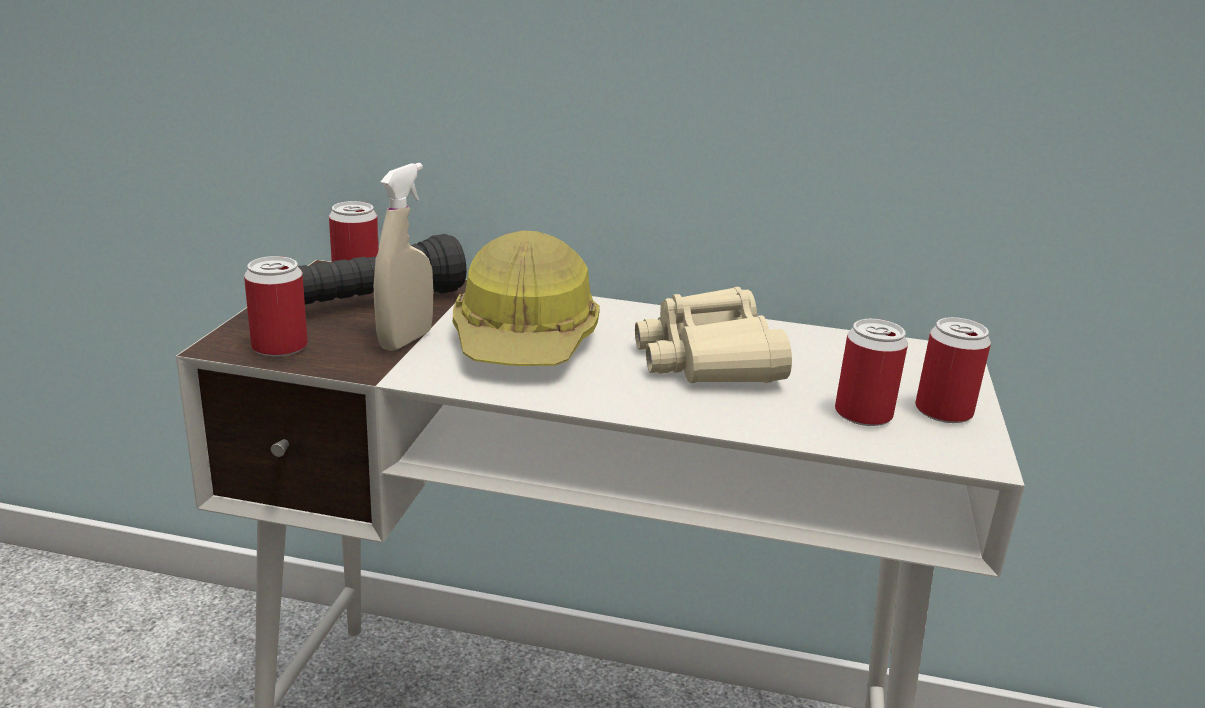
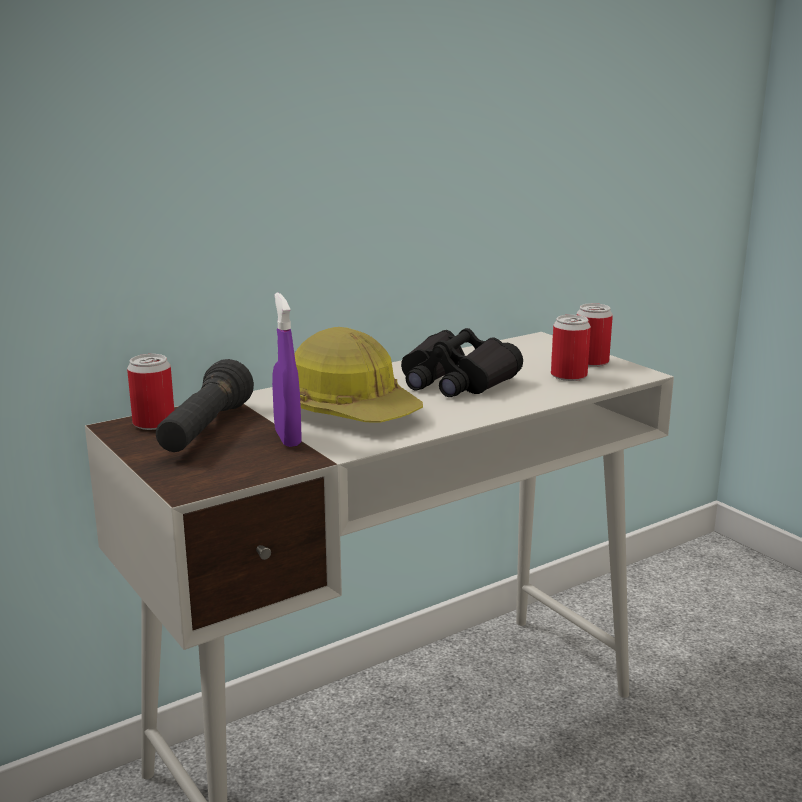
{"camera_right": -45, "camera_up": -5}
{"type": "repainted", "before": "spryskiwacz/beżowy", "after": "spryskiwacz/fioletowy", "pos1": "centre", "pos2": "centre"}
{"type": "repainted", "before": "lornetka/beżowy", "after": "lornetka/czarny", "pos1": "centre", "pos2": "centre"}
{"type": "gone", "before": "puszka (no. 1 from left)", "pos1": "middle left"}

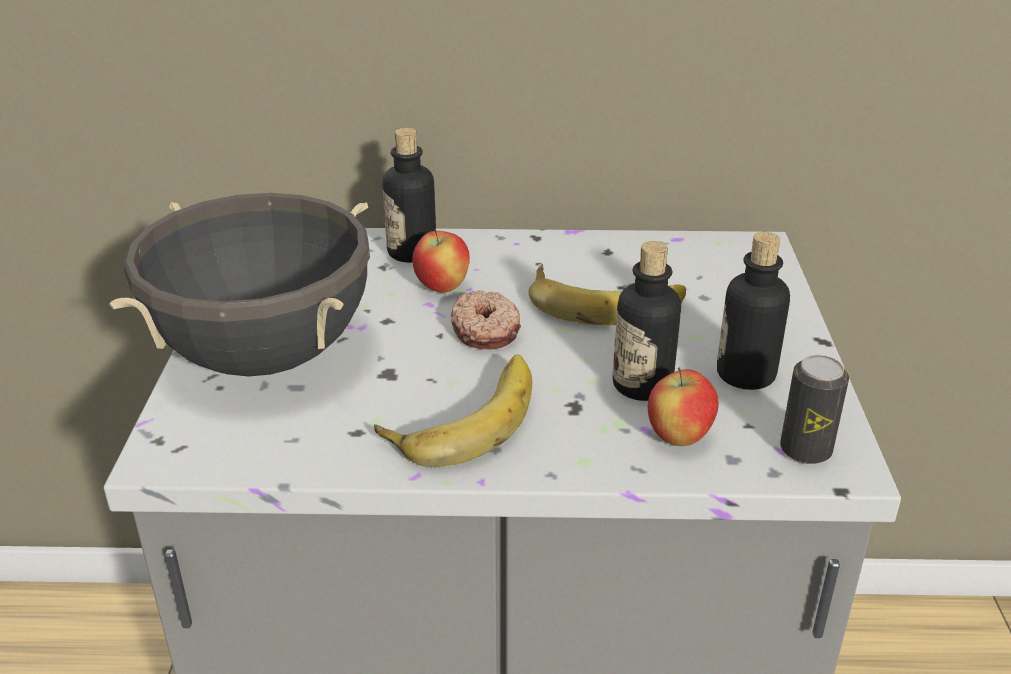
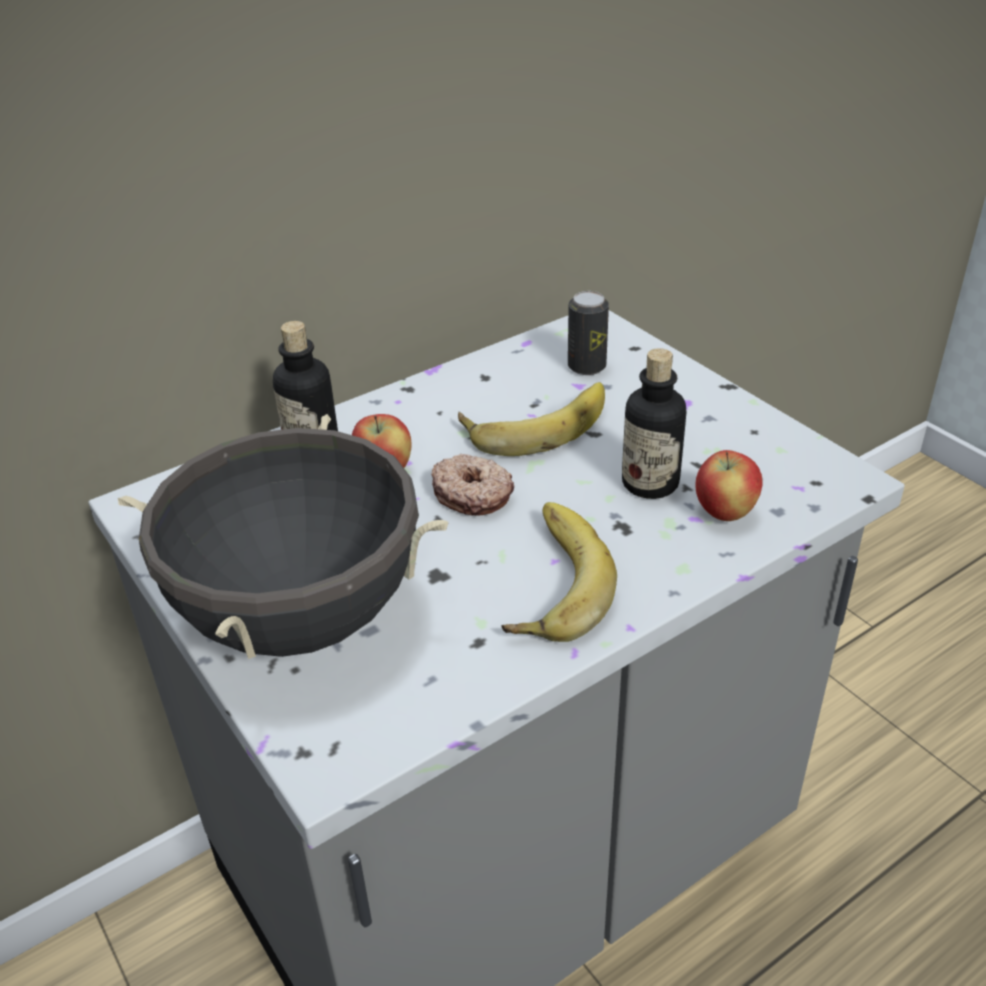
{"camera_right": -35, "camera_up": 5}
{"type": "shifted", "before": "puszka", "pos1": "middle right", "pos2": "centre"}
{"type": "gone", "before": "butelka (no. 3 from left)", "pos1": "middle right"}

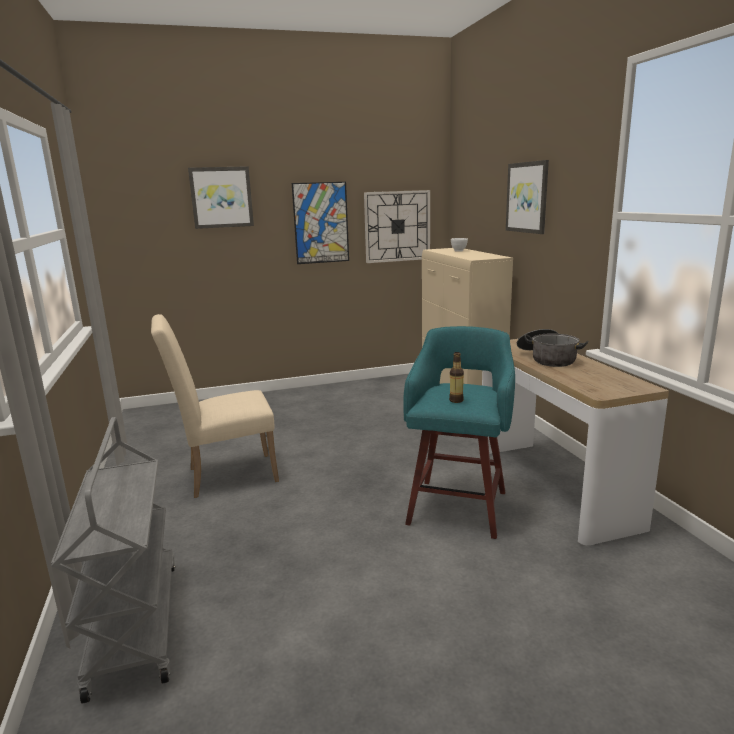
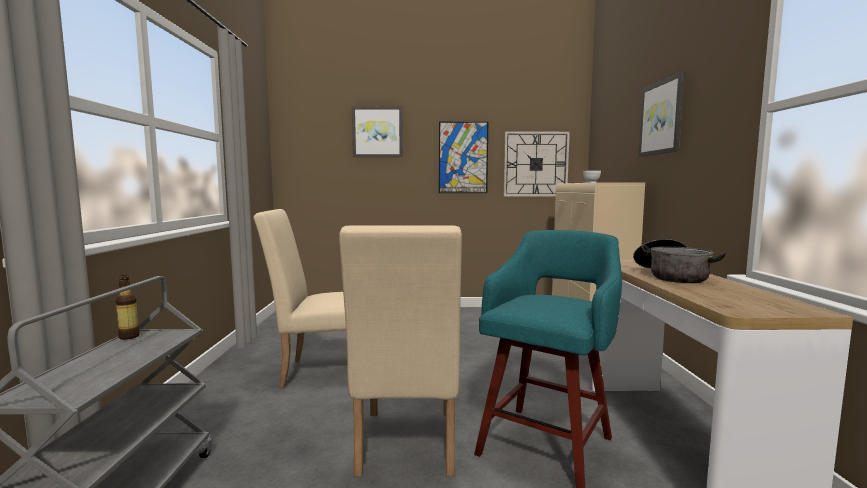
{"camera_right": 15, "camera_up": -10}
{"type": "shifted", "before": "butelka", "pos1": "centre", "pos2": "middle left"}
{"type": "new", "after": "krzesło/beżowy (no. 2 from left)", "pos2": "bottom centre"}

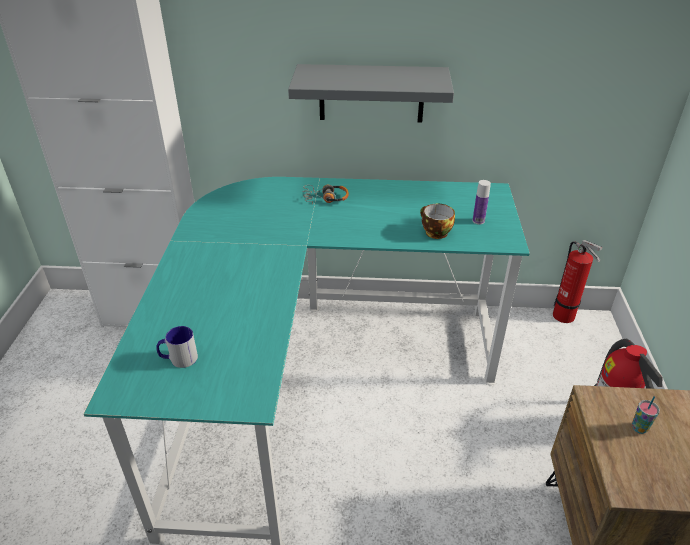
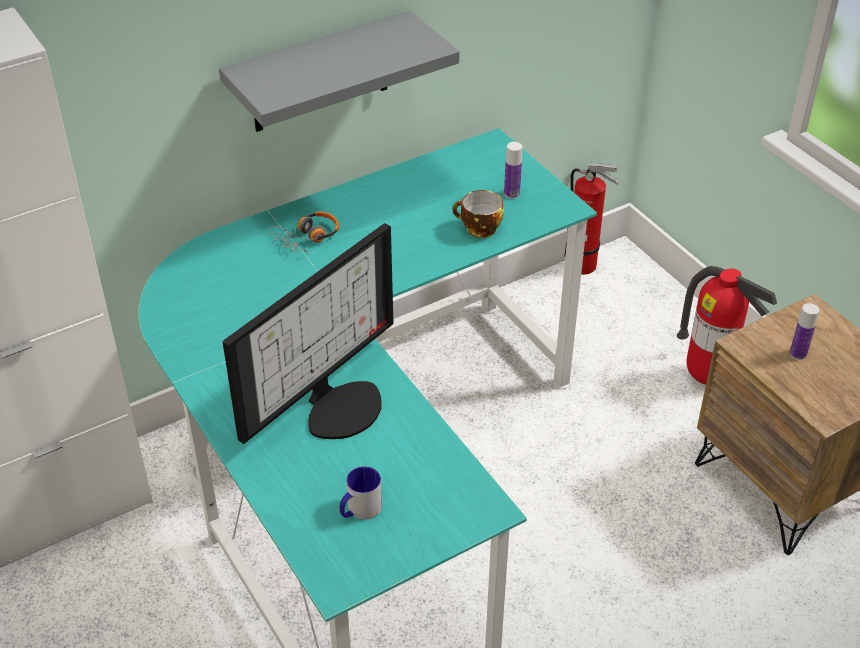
{"camera_right": -35, "camera_up": 5}
{"type": "new", "after": "monitor", "pos2": "centre"}
{"type": "swapped", "before": "filiżanka (no. 2 from left)", "after": "butelka (no. 2 from left)", "pos1": "bottom right", "pos2": "middle right"}

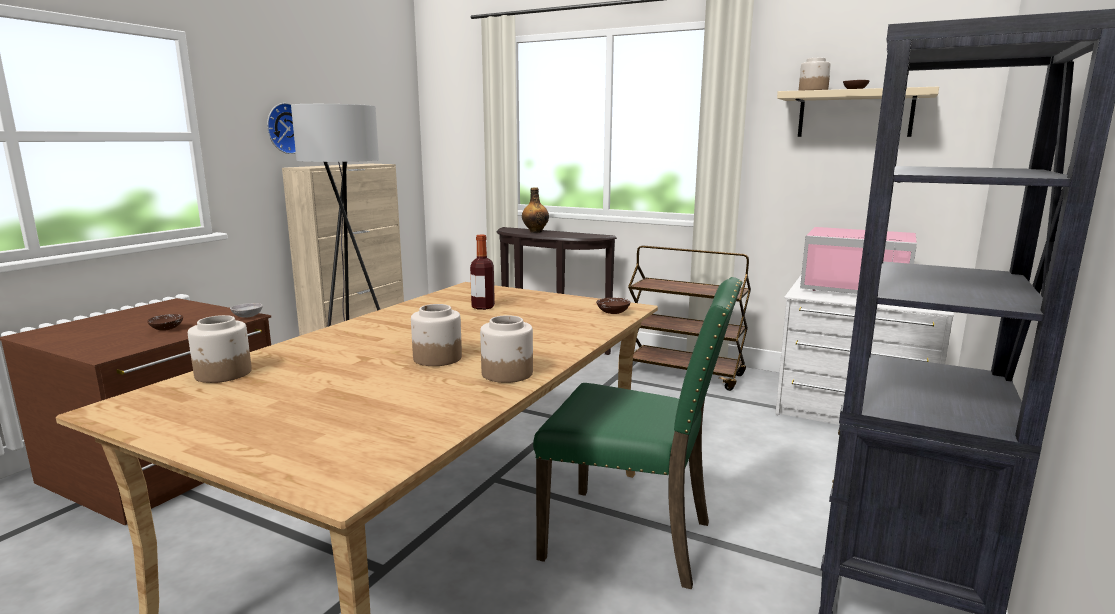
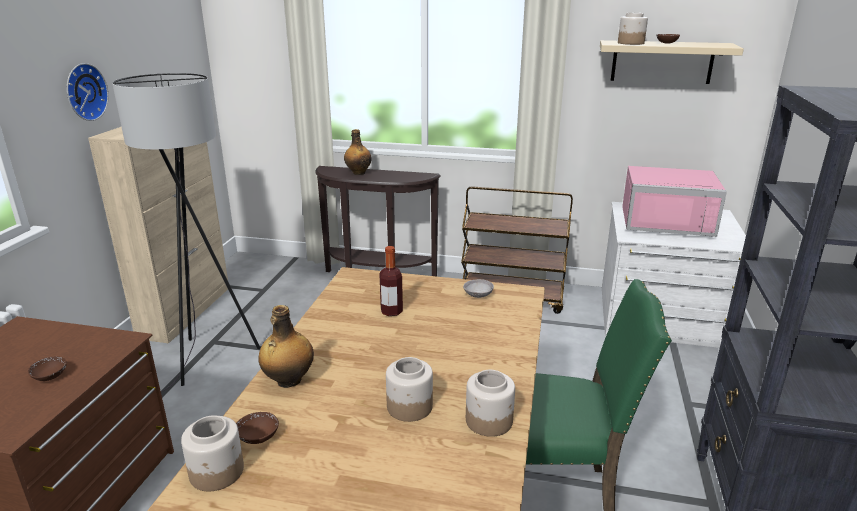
{"camera_right": -15, "camera_up": 10}
{"type": "shifted", "before": "miska/brązowy (no. 2 from left)", "pos1": "centre", "pos2": "bottom left"}
{"type": "new", "after": "butelka (no. 1 from left)", "pos2": "bottom centre"}
{"type": "shifted", "before": "miska/szary", "pos1": "middle left", "pos2": "centre"}

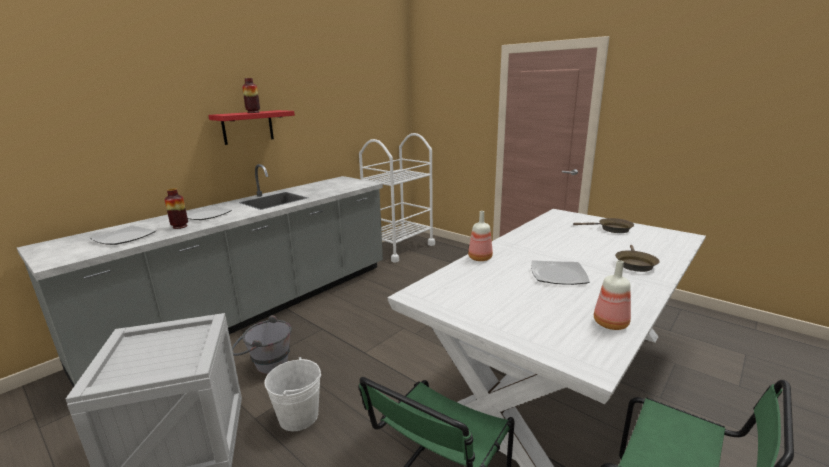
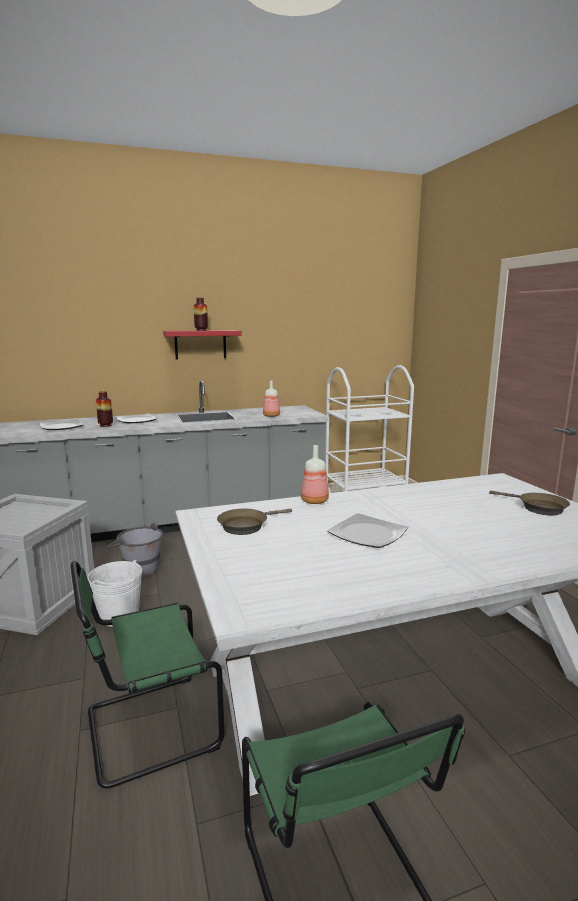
{"camera_right": 30, "camera_up": -5}
{"type": "shifted", "before": "patelnia/brązowy (no. 2 from left in the first image)", "after": "patelnia/brązowy (no. 1 from left)", "pos1": "middle right", "pos2": "centre"}
{"type": "shifted", "before": "butelka (no. 2 from left in the first image)", "after": "butelka (no. 1 from left)", "pos1": "middle right", "pos2": "centre"}

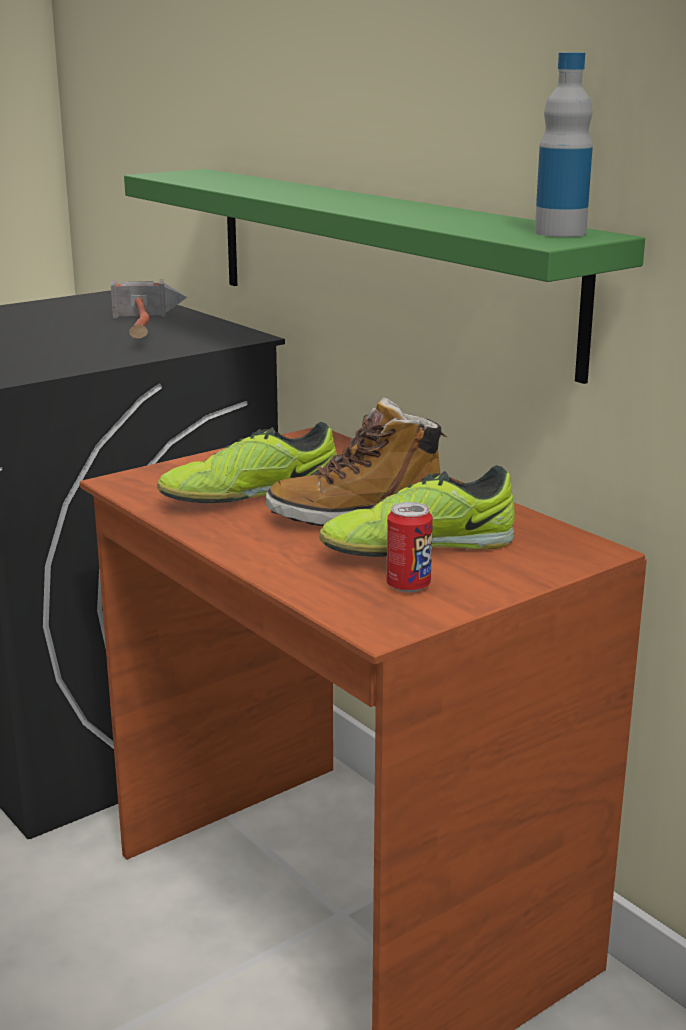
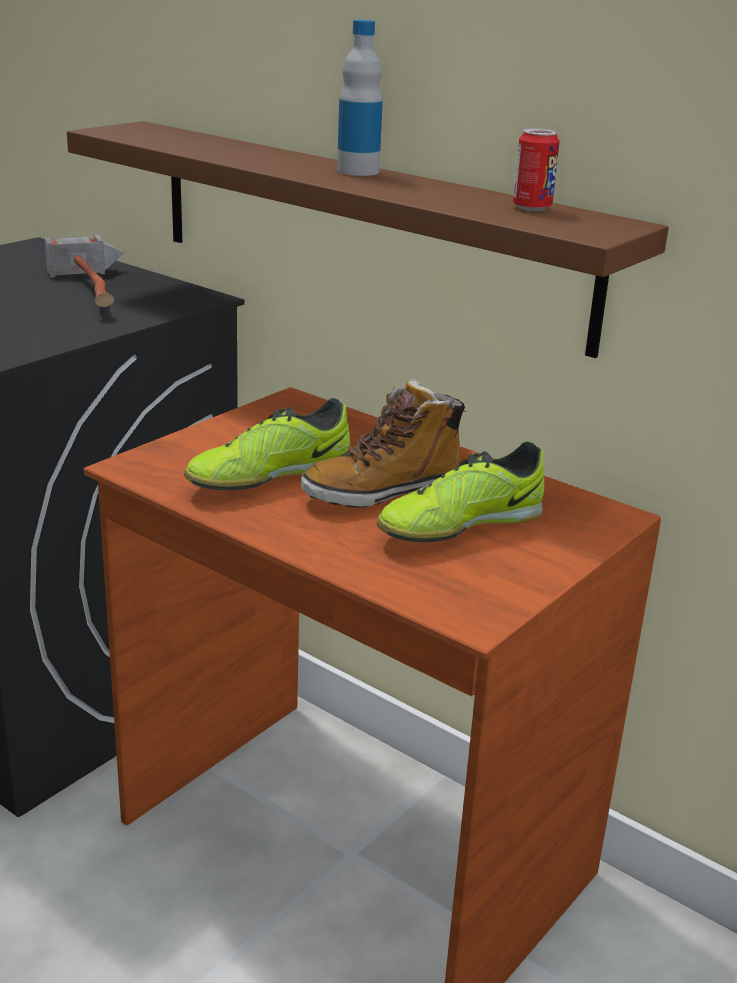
{"camera_right": -15, "camera_up": 5}
{"type": "repainted", "before": "półka/zielony", "after": "półka/brązowy", "pos1": "top centre", "pos2": "top centre"}
{"type": "shifted", "before": "butelka", "pos1": "top right", "pos2": "top centre"}
{"type": "shifted", "before": "puszka", "pos1": "centre", "pos2": "top right"}

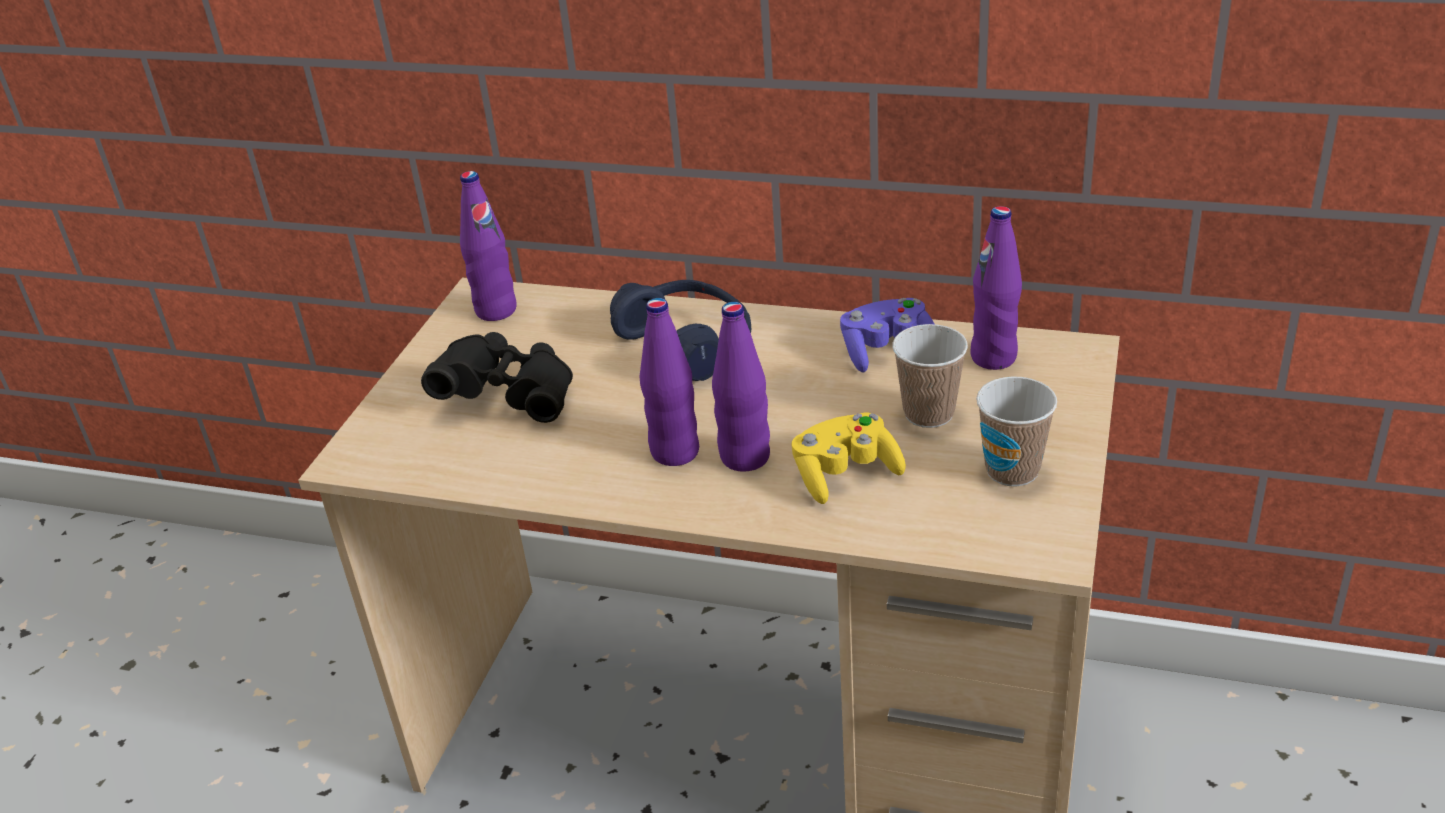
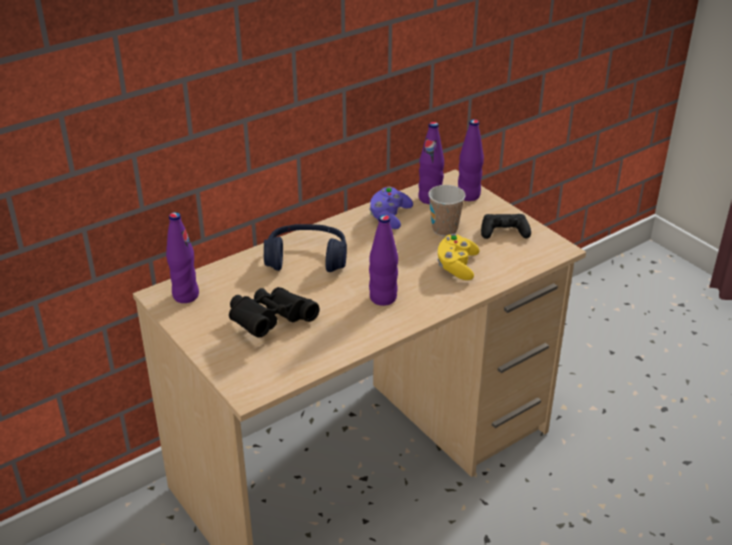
{"camera_right": -55, "camera_up": 0}
{"type": "shifted", "before": "butelka/fioletowy (no. 3 from left in the first image)", "after": "butelka/fioletowy (no. 4 from left)", "pos1": "centre", "pos2": "top centre"}
{"type": "swapped", "before": "filiżanka (no. 2 from left)", "after": "pad do gier/czarny", "pos1": "middle right", "pos2": "middle right"}

